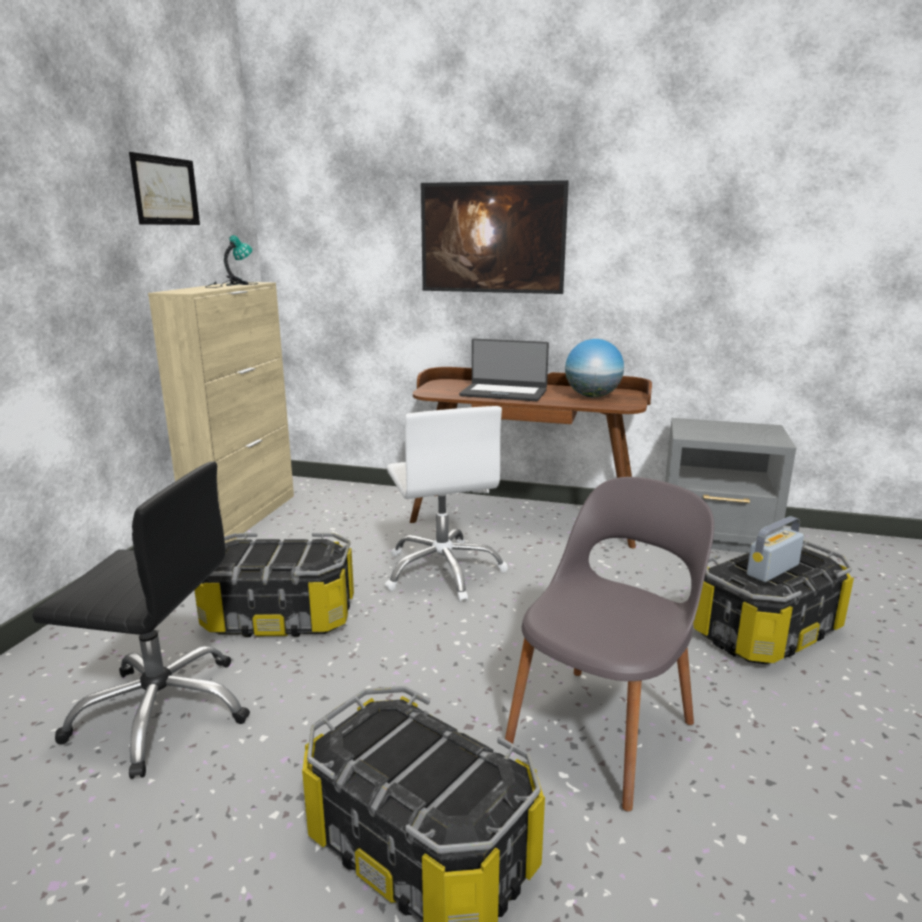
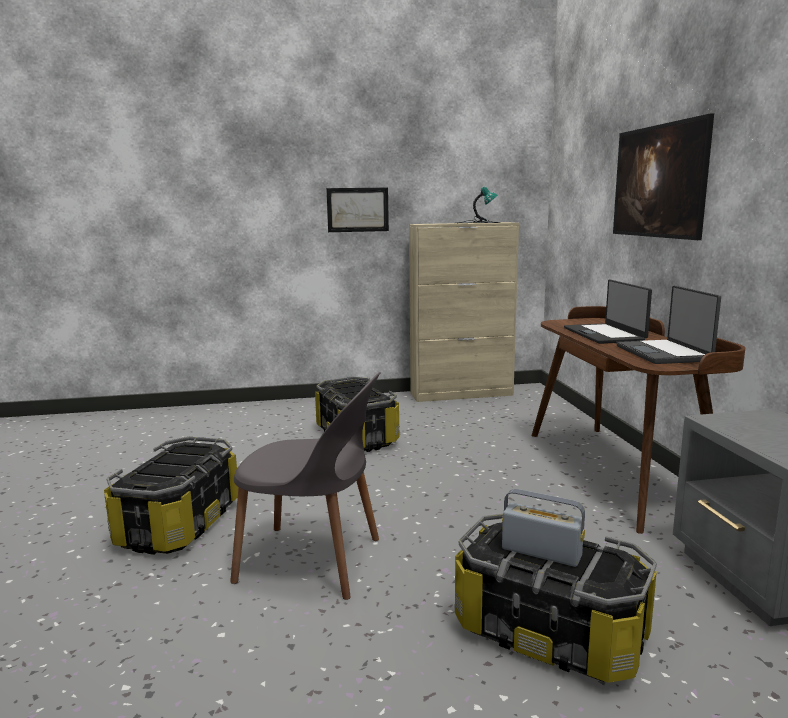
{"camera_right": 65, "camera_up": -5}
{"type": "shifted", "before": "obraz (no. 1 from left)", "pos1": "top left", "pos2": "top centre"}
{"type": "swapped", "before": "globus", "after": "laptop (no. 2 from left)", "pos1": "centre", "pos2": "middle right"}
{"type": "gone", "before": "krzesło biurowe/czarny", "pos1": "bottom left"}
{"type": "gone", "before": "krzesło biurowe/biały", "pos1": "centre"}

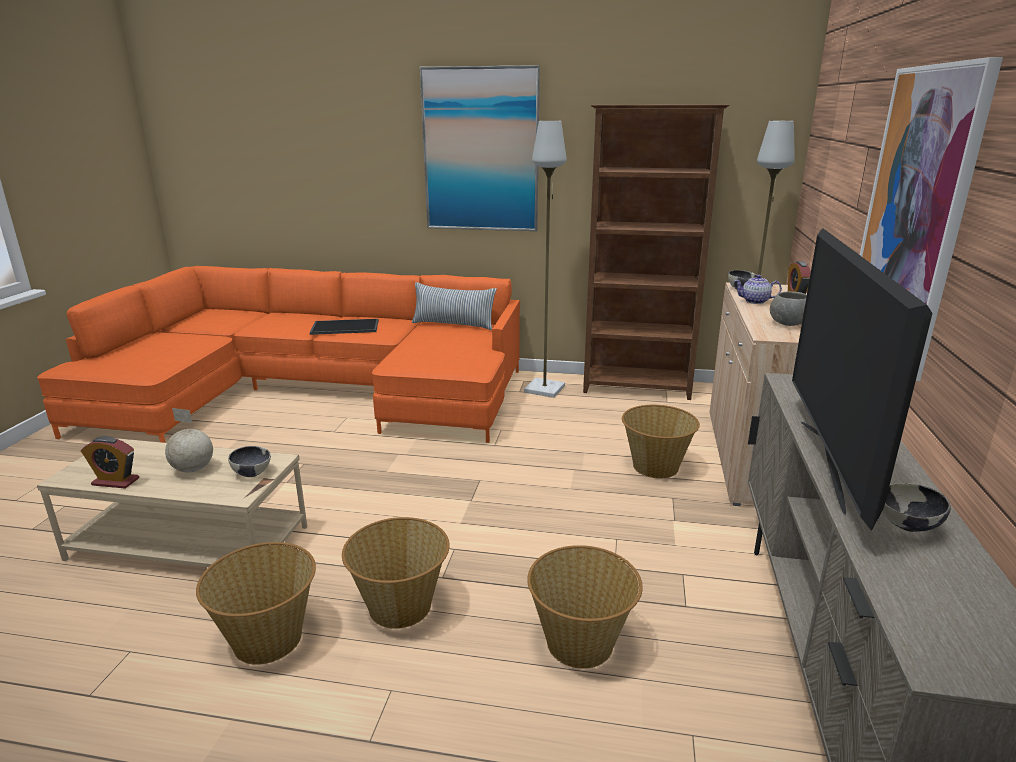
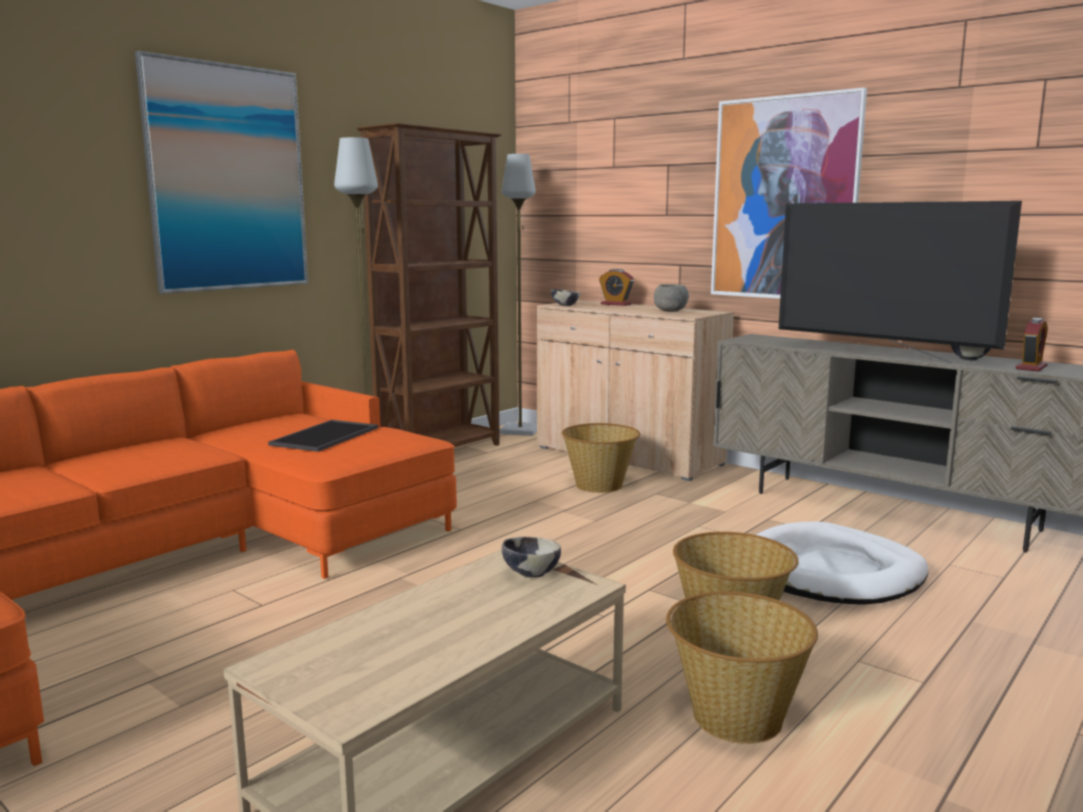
{"camera_right": -60, "camera_up": -10}
{"type": "shifted", "before": "taca", "pos1": "centre", "pos2": "middle left"}
{"type": "swapped", "before": "koszyk (no. 3 from left)", "after": "legowisko/biały", "pos1": "bottom centre", "pos2": "bottom right"}
{"type": "shifted", "before": "budzik (no. 1 from left in the first image)", "after": "budzik (no. 2 from left)", "pos1": "middle left", "pos2": "middle right"}
{"type": "gone", "before": "globus", "pos1": "middle left"}
{"type": "gone", "before": "poduszka", "pos1": "centre"}
{"type": "gone", "before": "imbryk", "pos1": "middle right"}

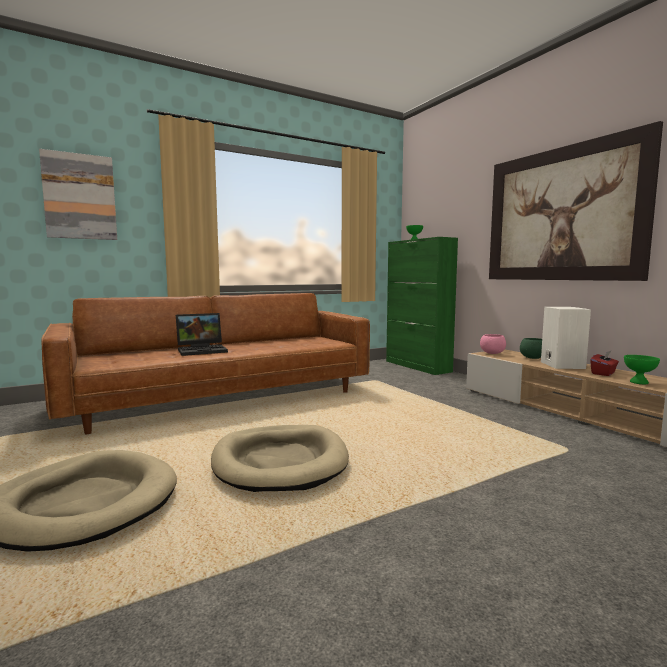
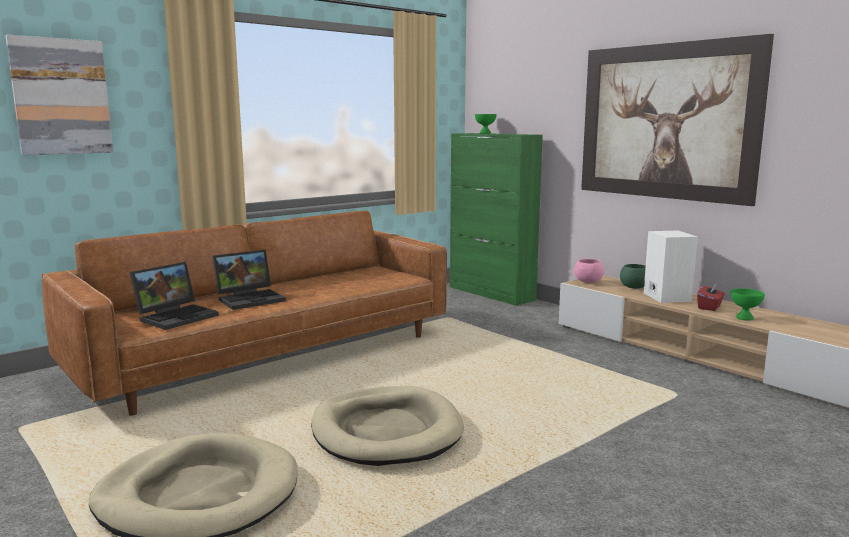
{"camera_right": -10, "camera_up": 5}
{"type": "new", "after": "laptop (no. 1 from left)", "pos2": "middle left"}

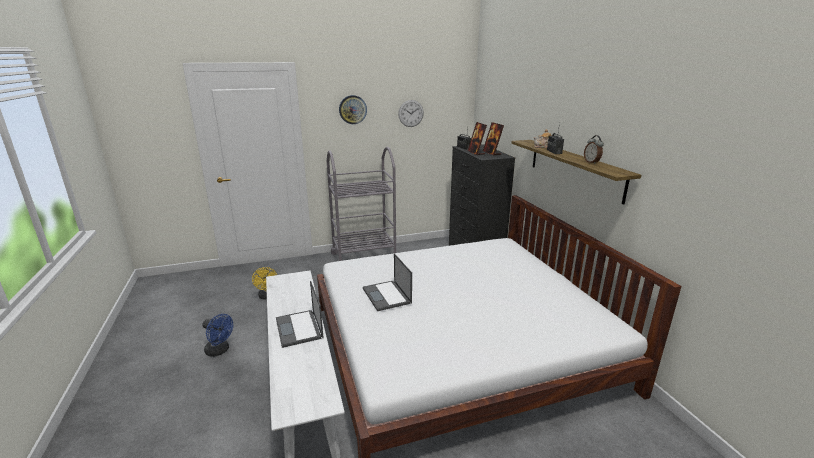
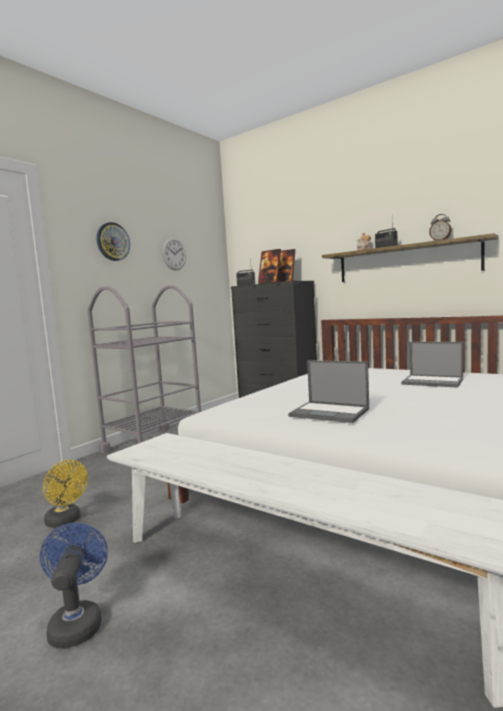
{"camera_right": -35, "camera_up": -15}
{"type": "rotated", "before": "wentylator/niebieski", "pos1": "bottom left", "pos2": "bottom left", "turn": -90}
{"type": "shifted", "before": "laptop (no. 1 from left in the first image)", "after": "laptop (no. 2 from left)", "pos1": "bottom centre", "pos2": "middle right"}

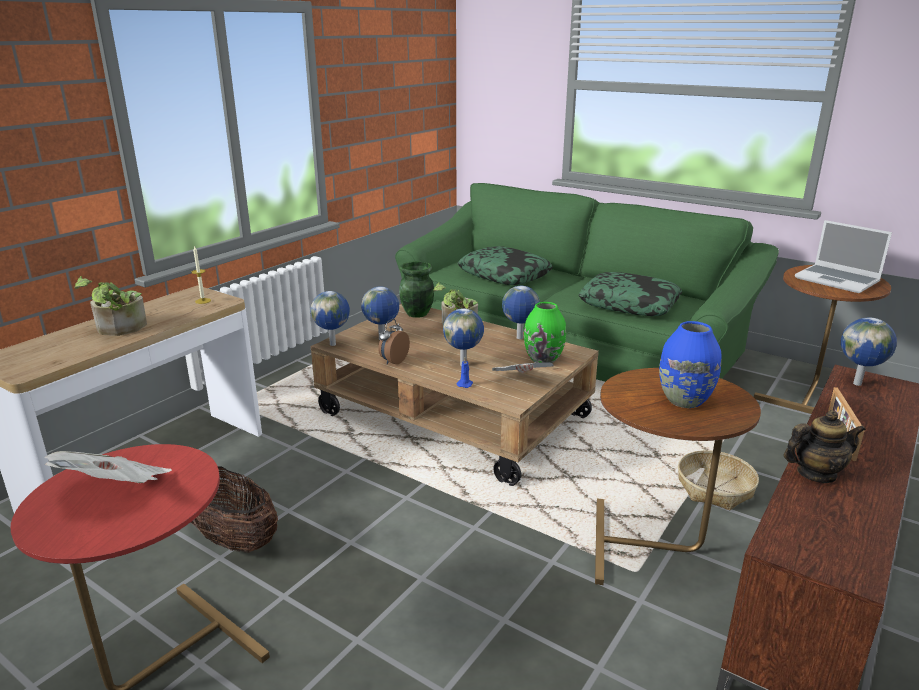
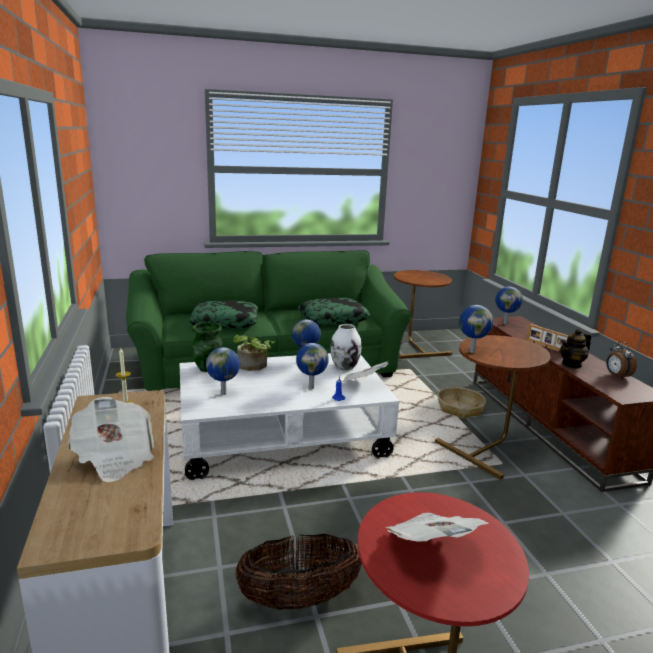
{"camera_right": -50, "camera_up": -5}
{"type": "swapped", "before": "roślina doniczkowa (no. 1 from left)", "after": "gazeta (no. 1 from left)", "pos1": "middle left", "pos2": "bottom left"}
{"type": "repainted", "before": "ława/brązowy", "after": "ława/biały", "pos1": "centre", "pos2": "centre"}
{"type": "repainted", "before": "wazon/zielony (no. 2 from left)", "after": "wazon/biały", "pos1": "centre", "pos2": "centre"}
{"type": "shifted", "before": "globus (no. 1 from left in the first image)", "after": "globus (no. 4 from left)", "pos1": "centre", "pos2": "middle right"}
{"type": "rotated", "before": "imbryk", "pos1": "middle right", "pos2": "middle right", "turn": -150}
{"type": "shifted", "before": "budzik", "pos1": "centre", "pos2": "middle right"}
{"type": "gone", "before": "wazon/niebieski", "pos1": "middle right"}
{"type": "gone", "before": "laptop", "pos1": "middle right"}

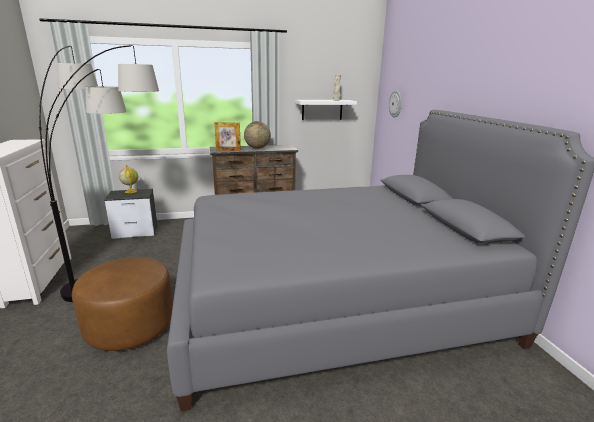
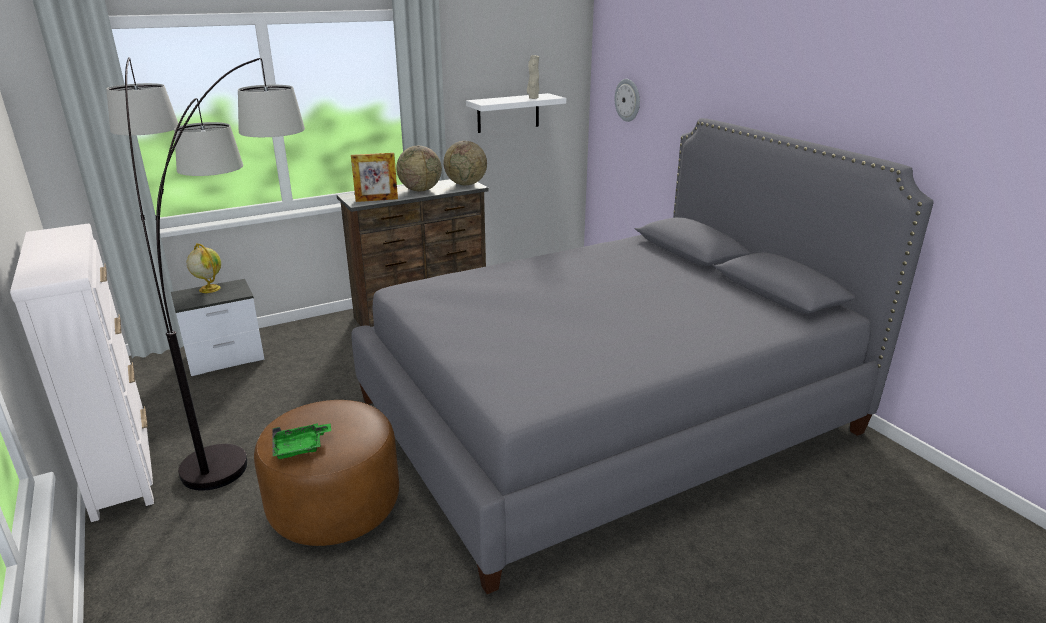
{"camera_right": -15, "camera_up": 5}
{"type": "new", "after": "taca/zielony", "pos2": "bottom left"}
{"type": "new", "after": "globus (no. 3 from left)", "pos2": "top centre"}

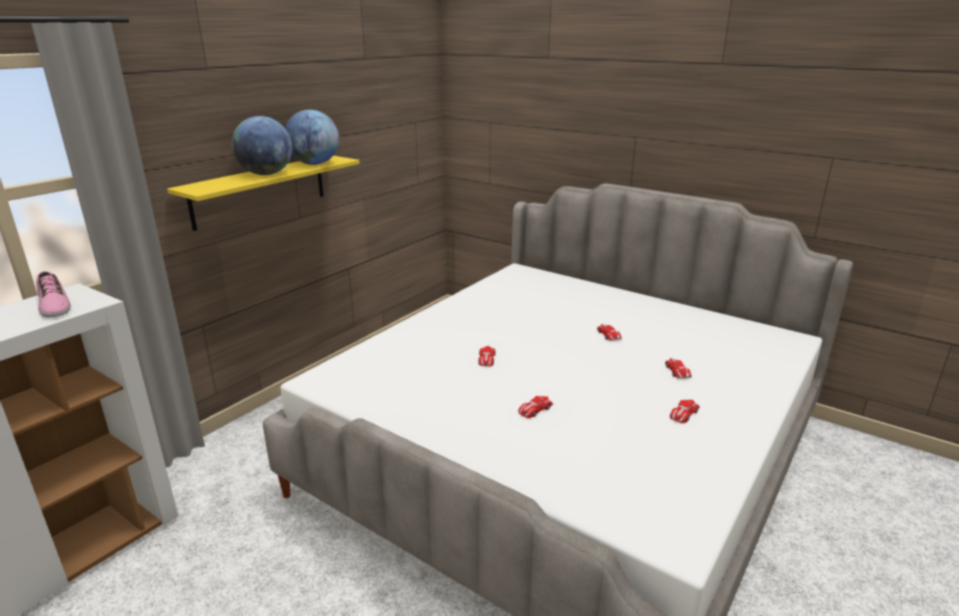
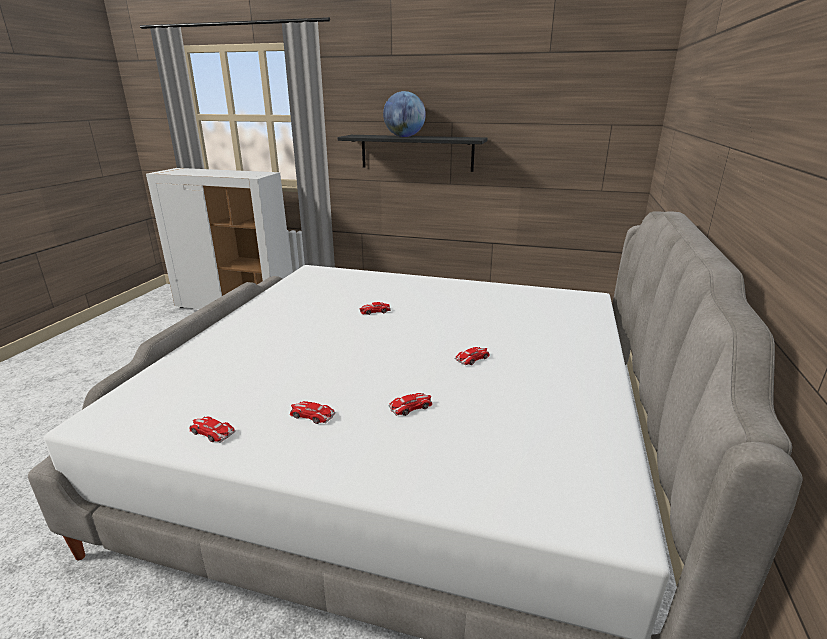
{"camera_right": 70, "camera_up": 0}
{"type": "shifted", "before": "samochodzik (no. 2 from left in the first image)", "after": "samochodzik (no. 1 from left)", "pos1": "centre", "pos2": "bottom left"}
{"type": "repainted", "before": "półka/żółty", "after": "półka/czarny", "pos1": "top left", "pos2": "top centre"}
{"type": "gone", "before": "but", "pos1": "middle left"}
{"type": "gone", "before": "globus (no. 2 from left)", "pos1": "top left"}

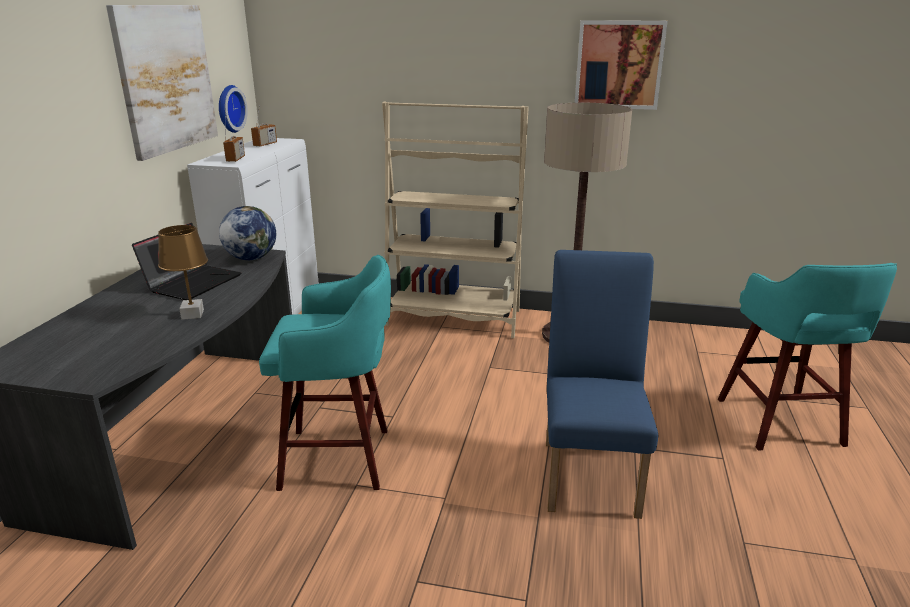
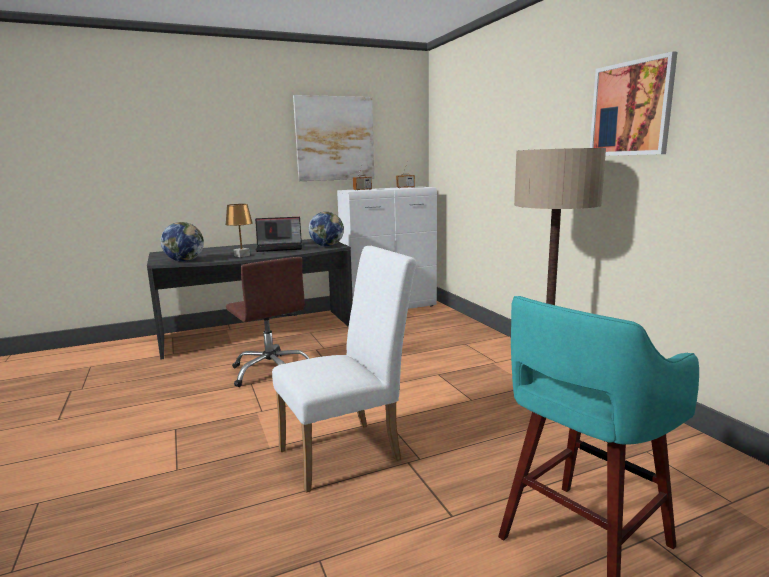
{"camera_right": 55, "camera_up": -10}
{"type": "new", "after": "globus (no. 1 from left)", "pos2": "middle left"}
{"type": "swapped", "before": "stołek/turkusowy (no. 1 from left)", "after": "krzesło biurowe/brązowy", "pos1": "centre", "pos2": "centre"}
{"type": "repainted", "before": "krzesło/niebieski", "after": "krzesło/biały", "pos1": "centre", "pos2": "centre"}
{"type": "gone", "before": "zegar ścienny", "pos1": "top left"}
{"type": "gone", "before": "regał/beżowy", "pos1": "centre"}

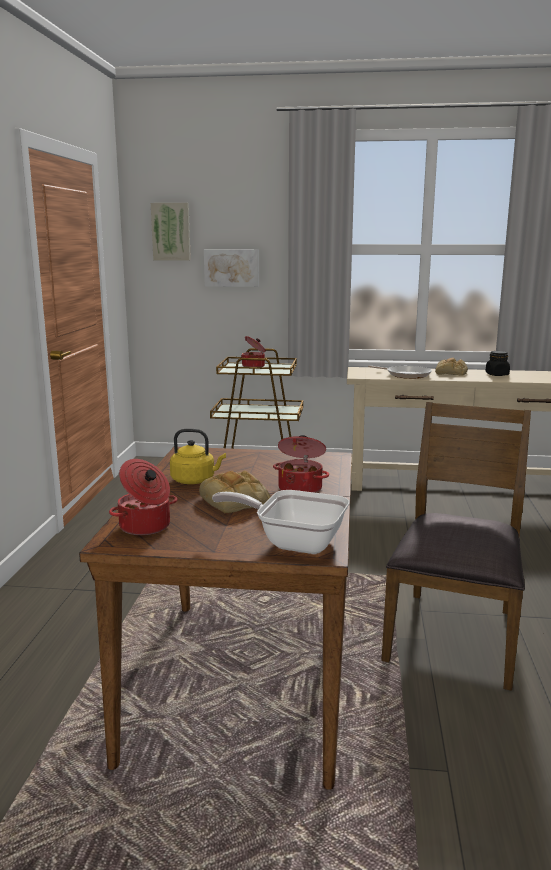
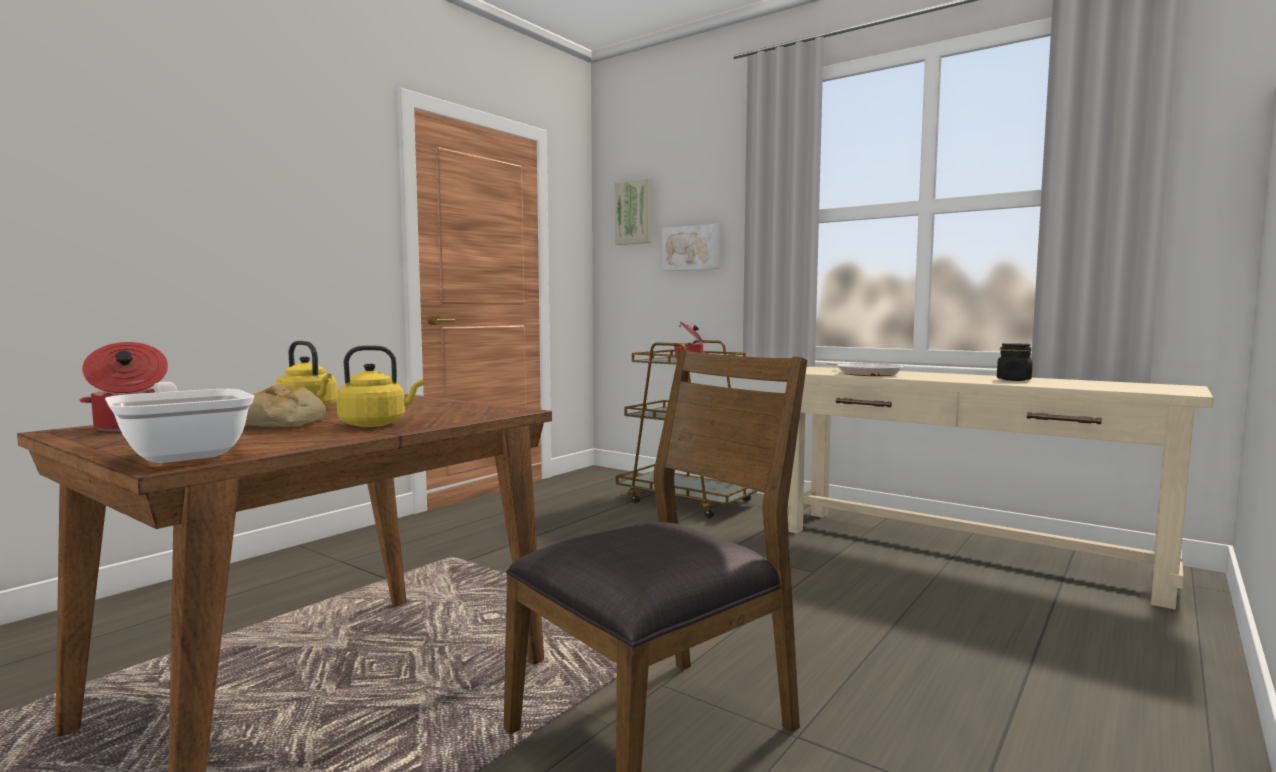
{"camera_right": 30, "camera_up": -10}
{"type": "swapped", "before": "garnek (no. 3 from left)", "after": "czajnik/żółty (no. 2 from left)", "pos1": "centre", "pos2": "middle left"}
{"type": "gone", "before": "chleb (no. 2 from left)", "pos1": "middle right"}

